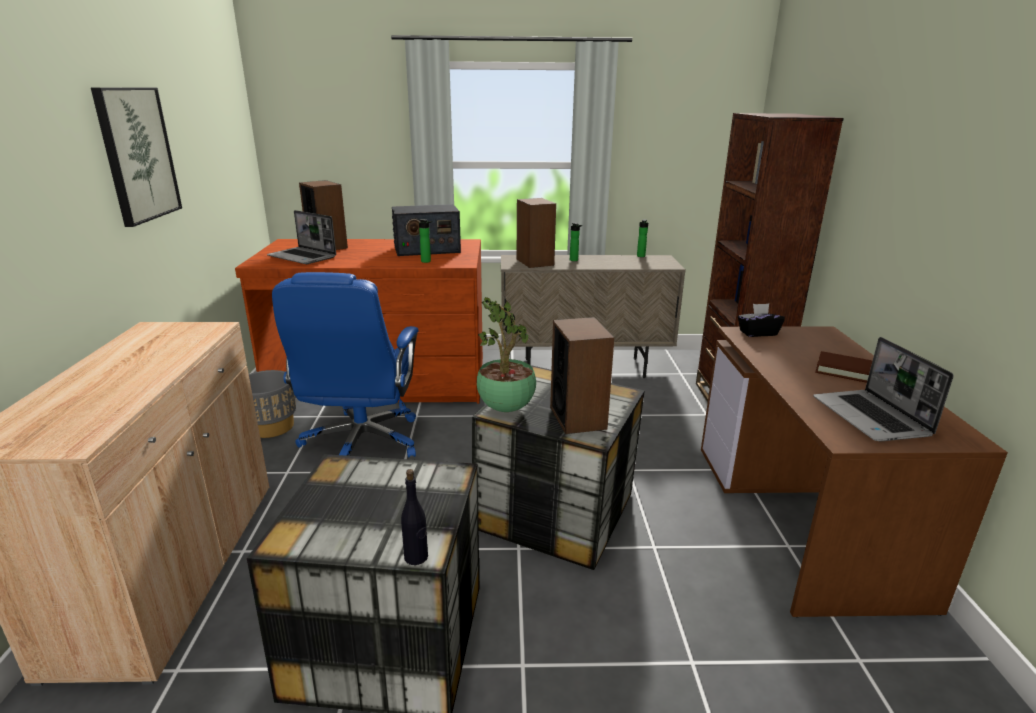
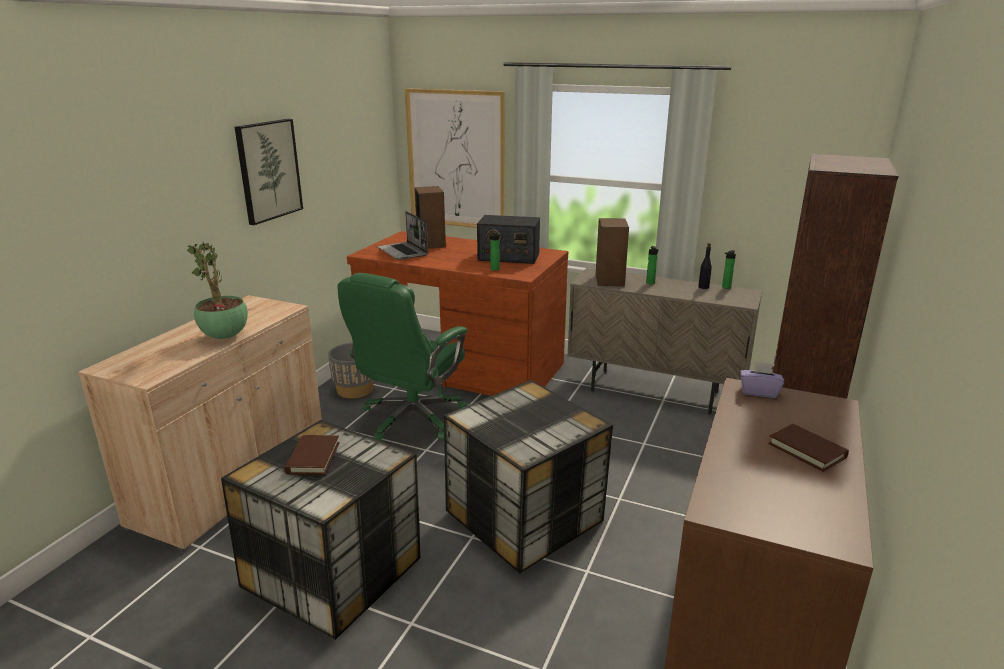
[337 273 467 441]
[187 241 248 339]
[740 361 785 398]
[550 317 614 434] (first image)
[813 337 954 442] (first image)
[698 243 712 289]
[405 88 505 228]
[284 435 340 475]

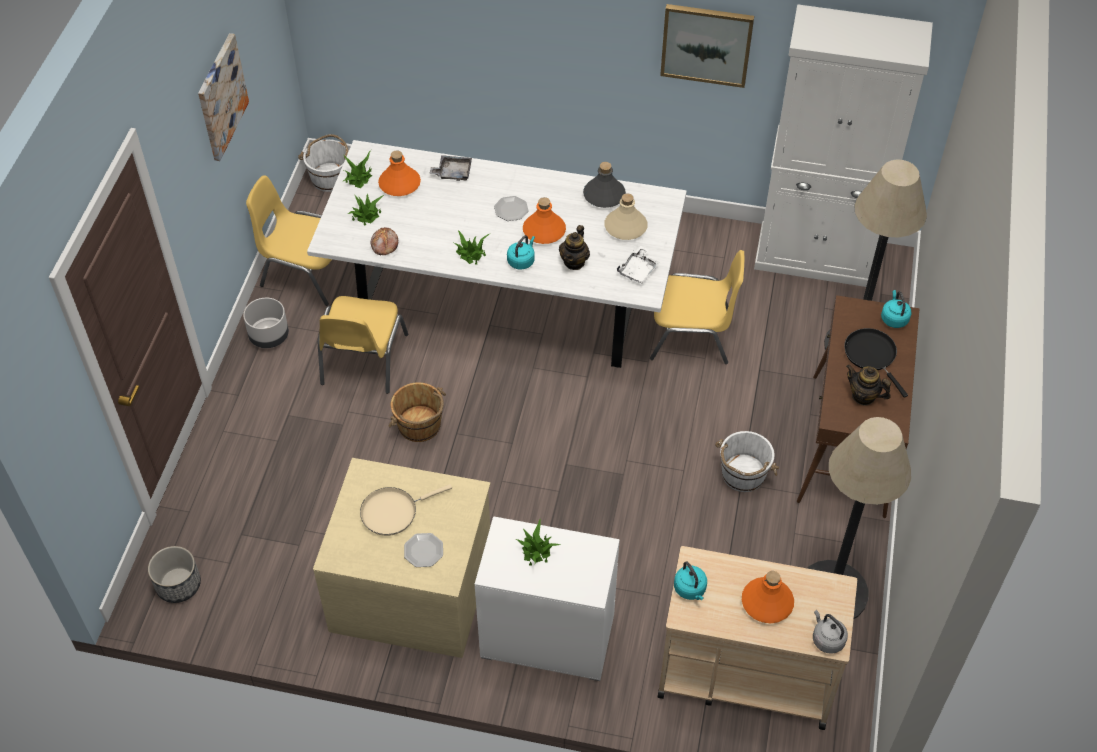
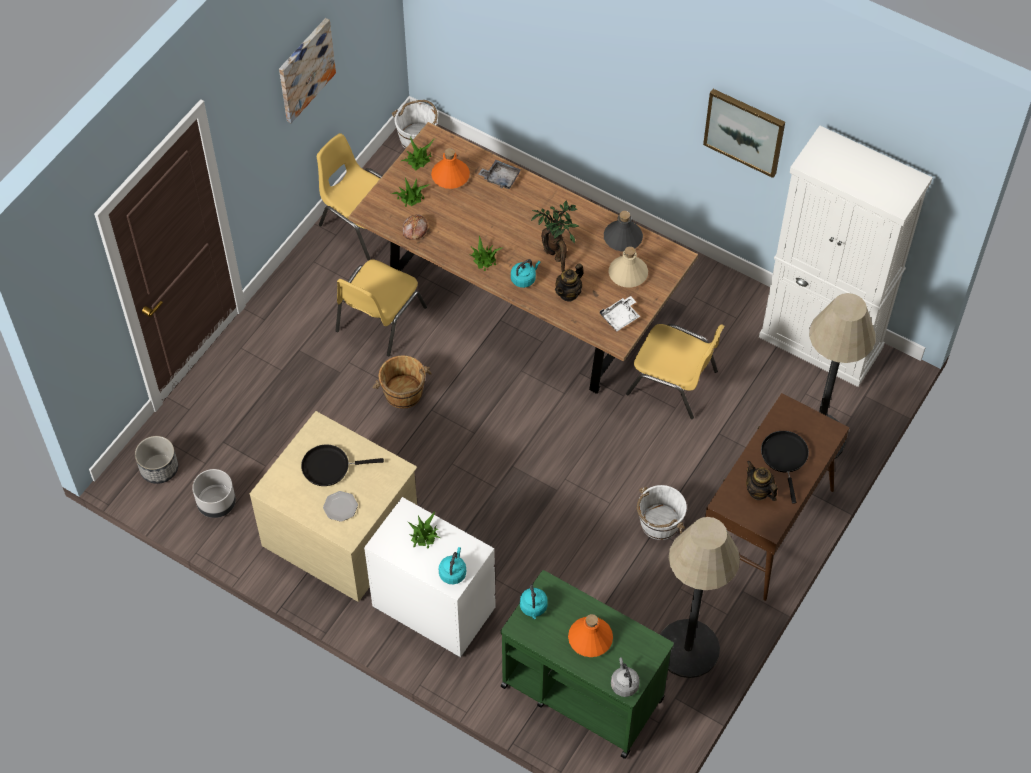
[349 122 698 394]
[494 196 528 221] (first image)
[531 201 578 272]
[439 547 466 584]
[192 469 236 518]
[301 444 384 486]
[501 570 674 759]

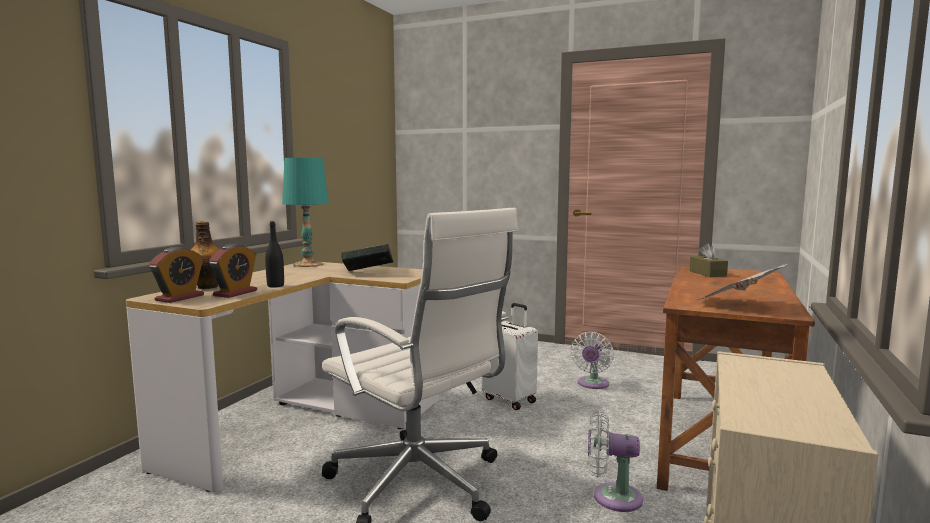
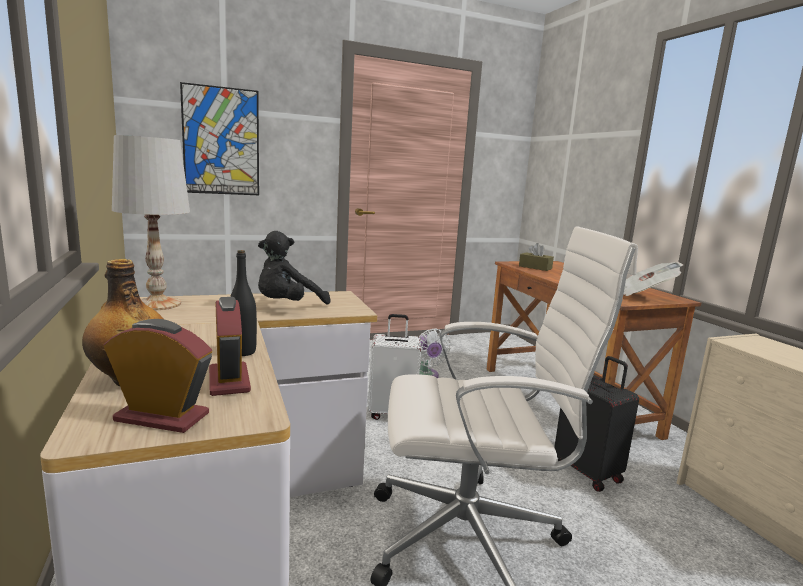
[112 135 190 310]
[258 231 330 305]
[104 319 212 433]
[554 356 639 492]
[180 82 259 195]

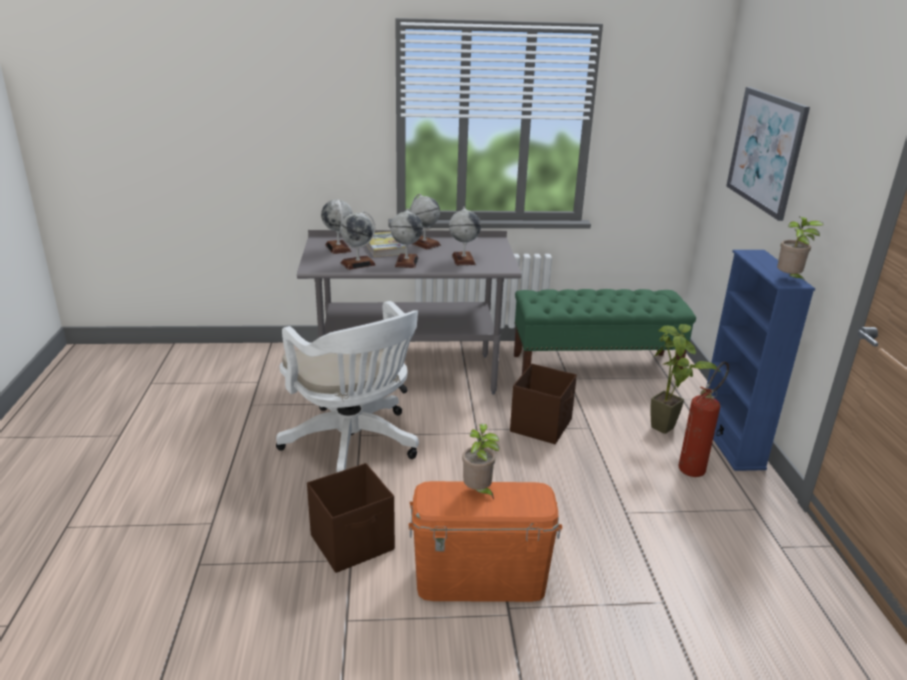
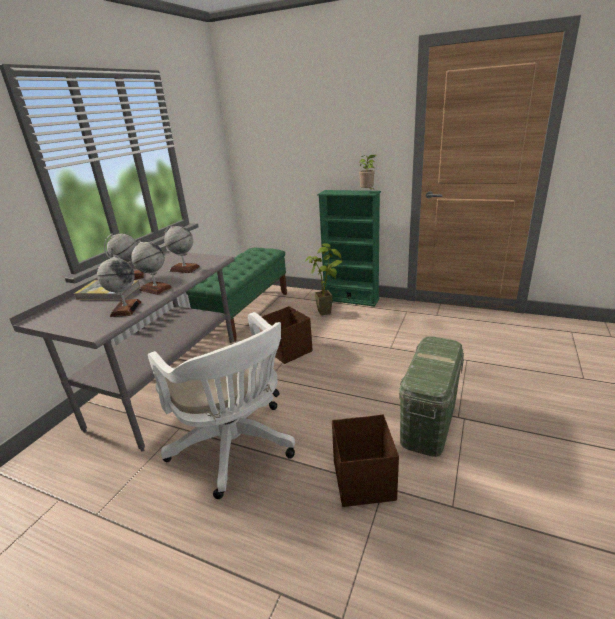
[726 87 810 221] (first image)
[321 199 353 254] (first image)
[317 190 381 307]
[148 312 295 499]
[679 362 729 477] (first image)
[462 424 499 500] (first image)
[399 336 464 457]

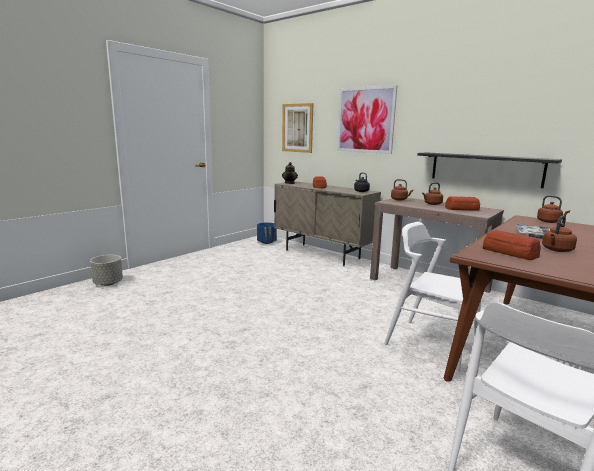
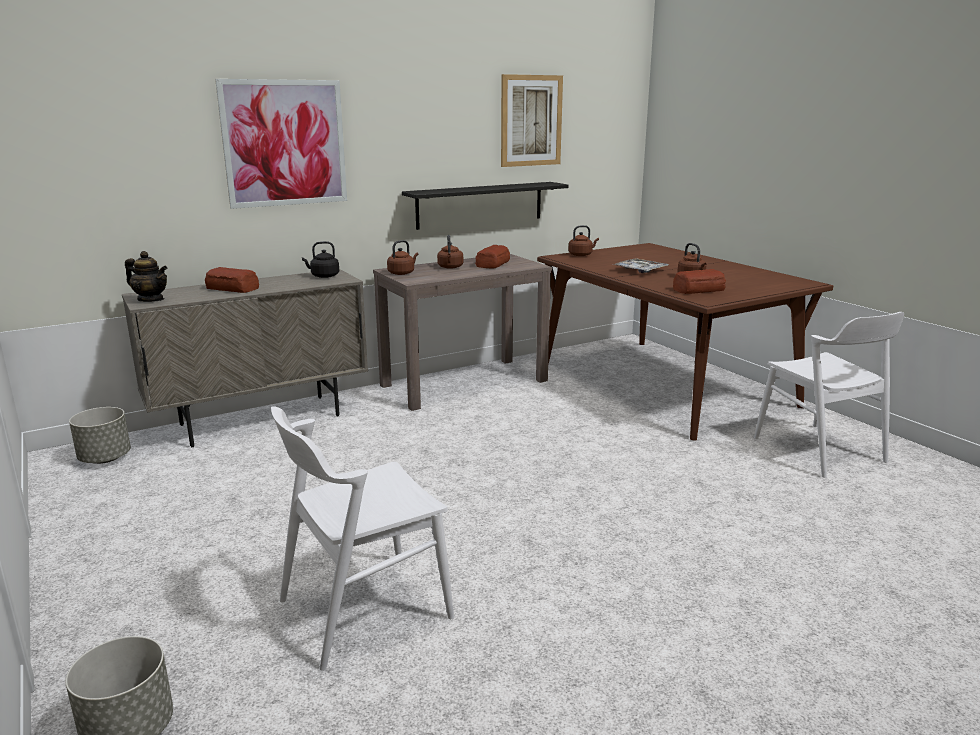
[501 74 563 167]
[271 406 454 671]
[69 407 131 464]

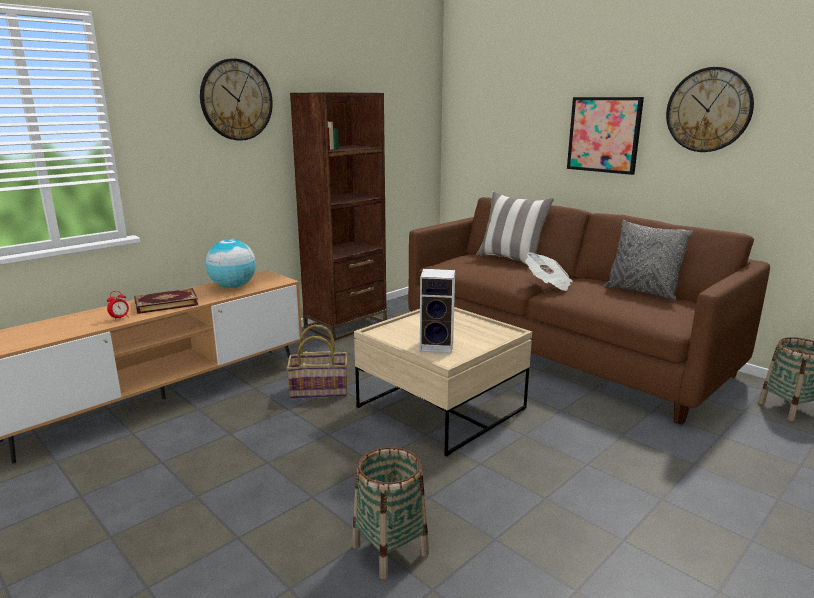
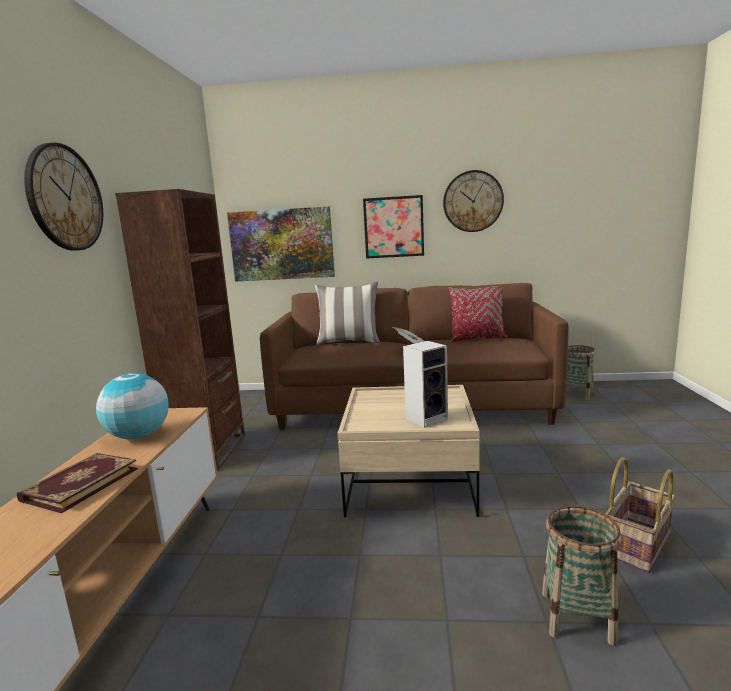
[448 285 507 342]
[107 291 129 321] (first image)
[605 457 676 573]
[227 206 335 282]

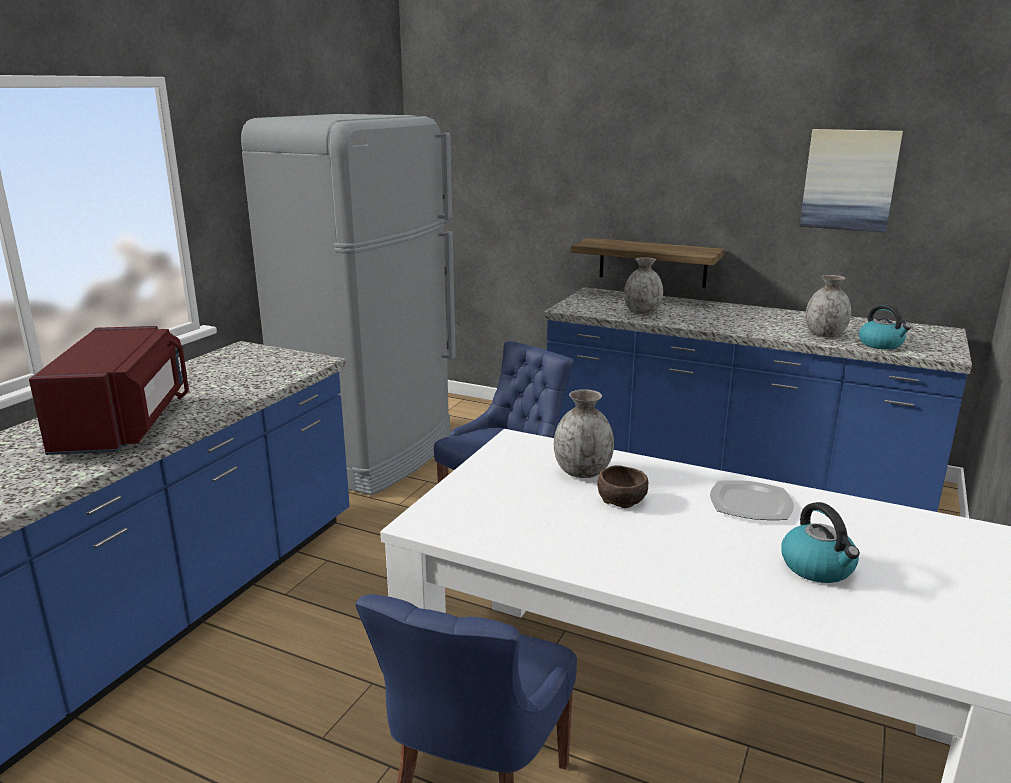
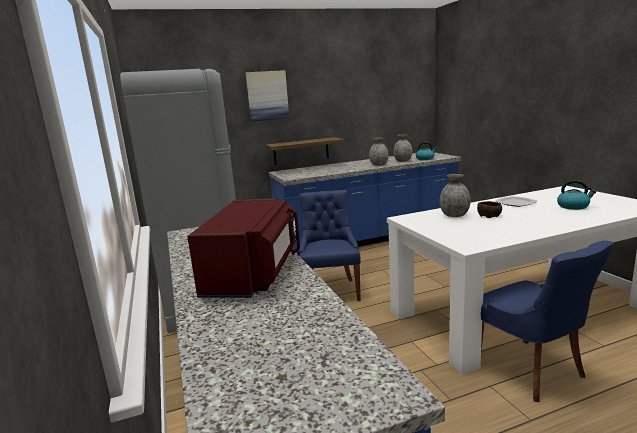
[245 70 289 121]
[369 138 389 166]
[187 198 300 298]

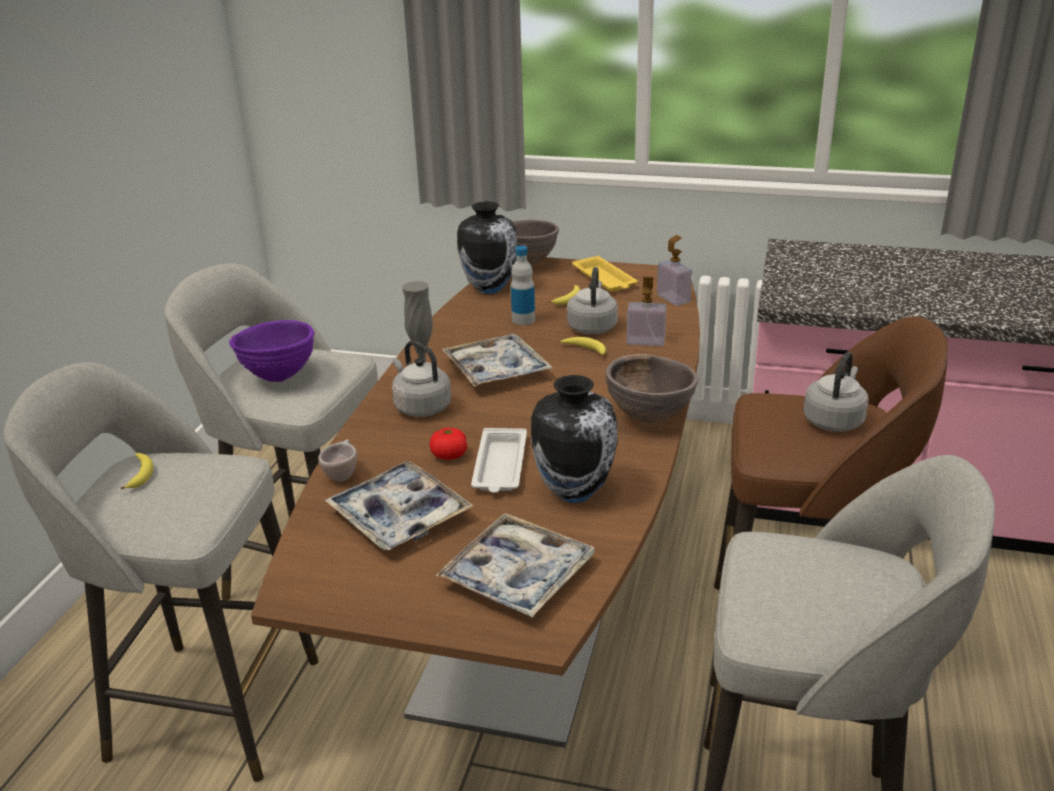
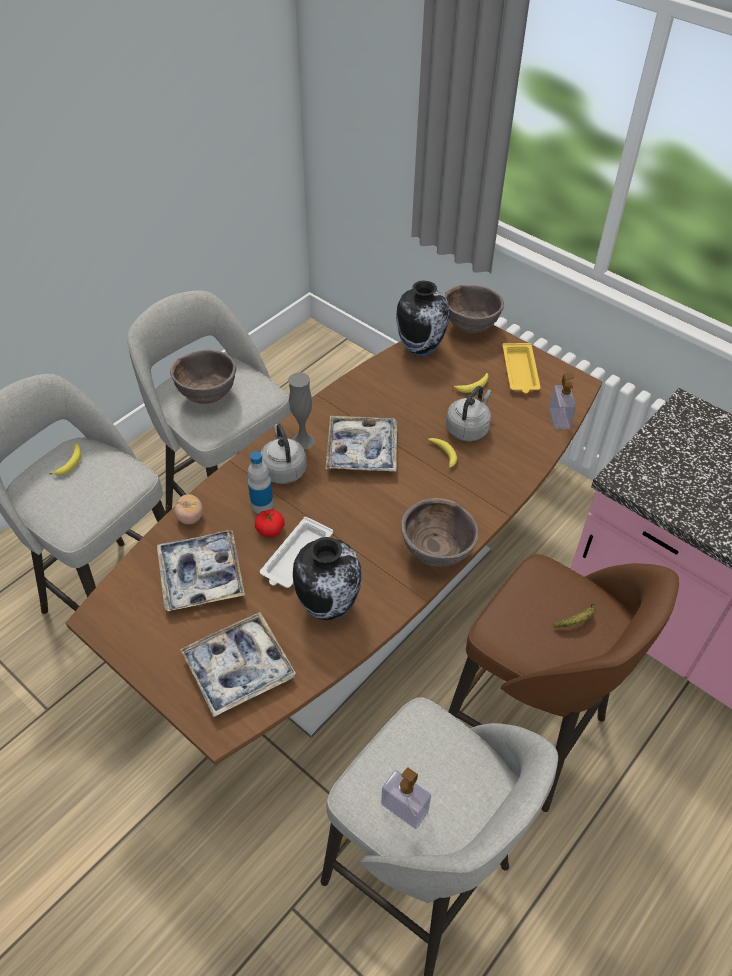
[248 451 274 514]
[381 767 431 829]
[170 350 236 404]
[553 603 595 628]
[174 494 203 525]

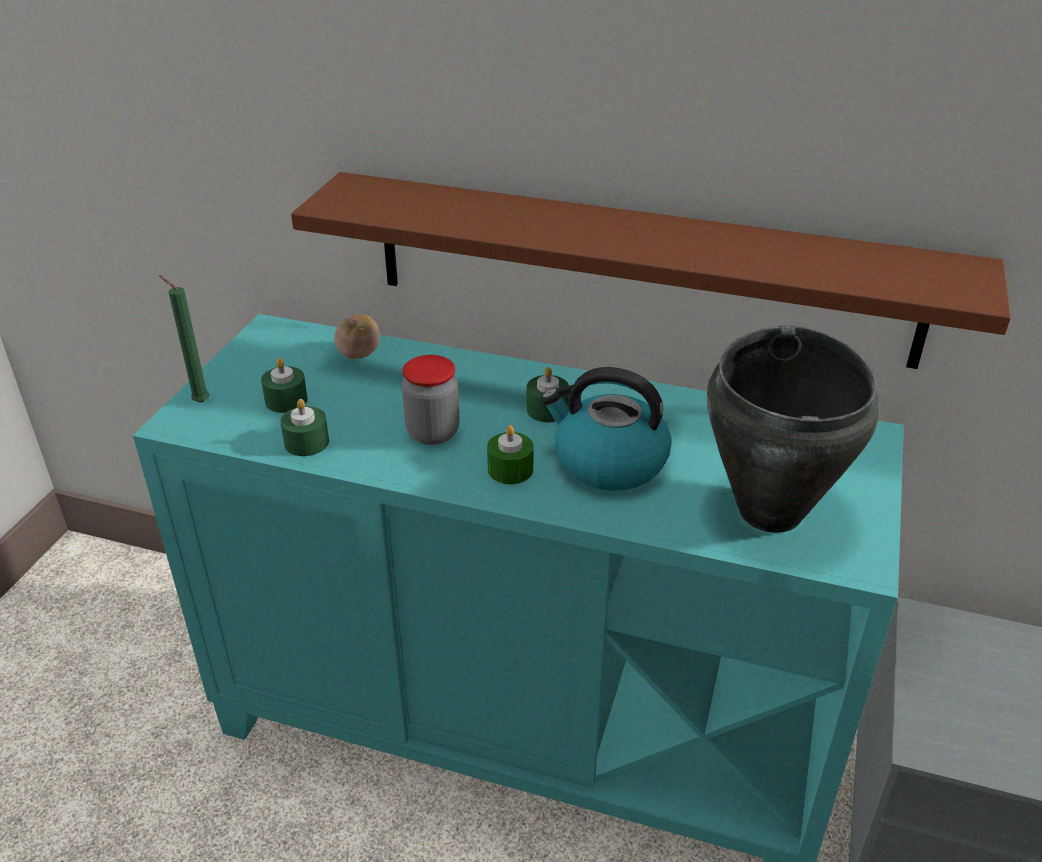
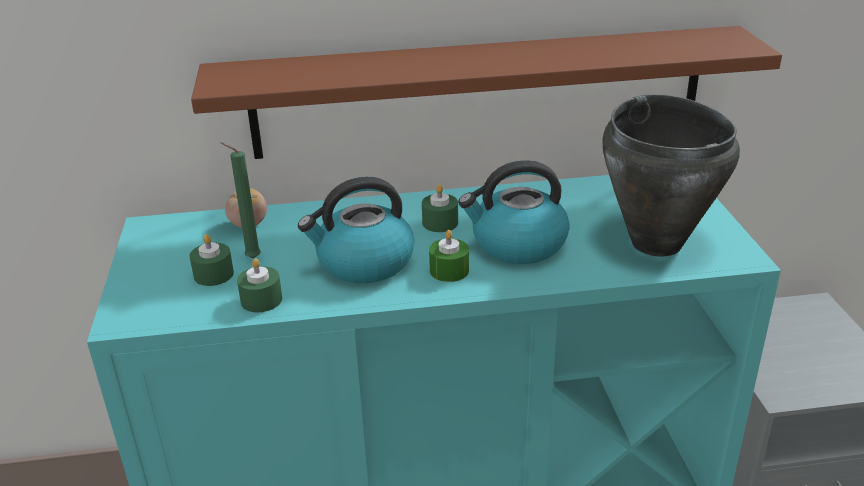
[221 142 261 258]
[298 177 414 283]

